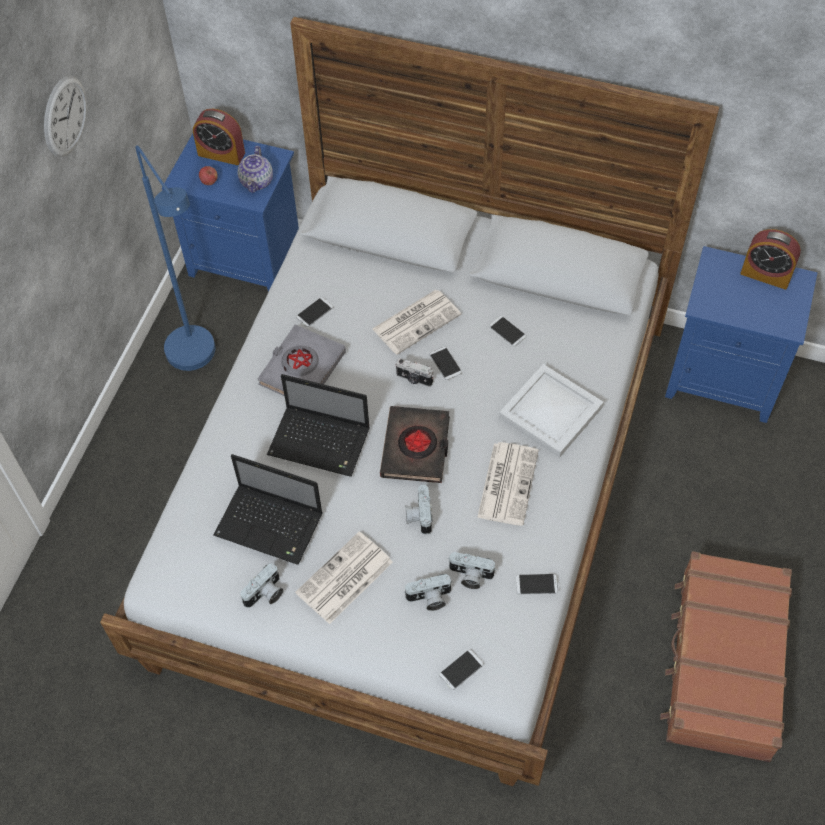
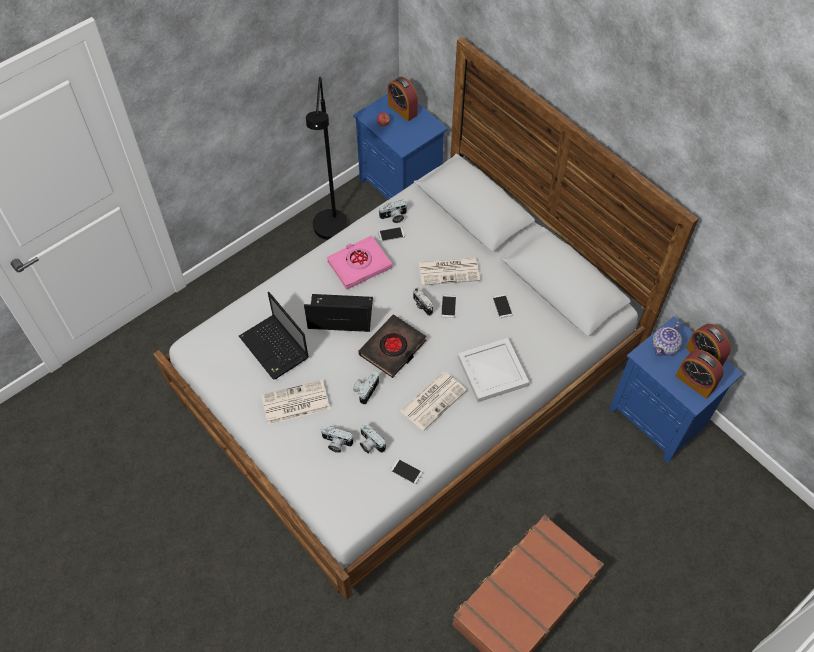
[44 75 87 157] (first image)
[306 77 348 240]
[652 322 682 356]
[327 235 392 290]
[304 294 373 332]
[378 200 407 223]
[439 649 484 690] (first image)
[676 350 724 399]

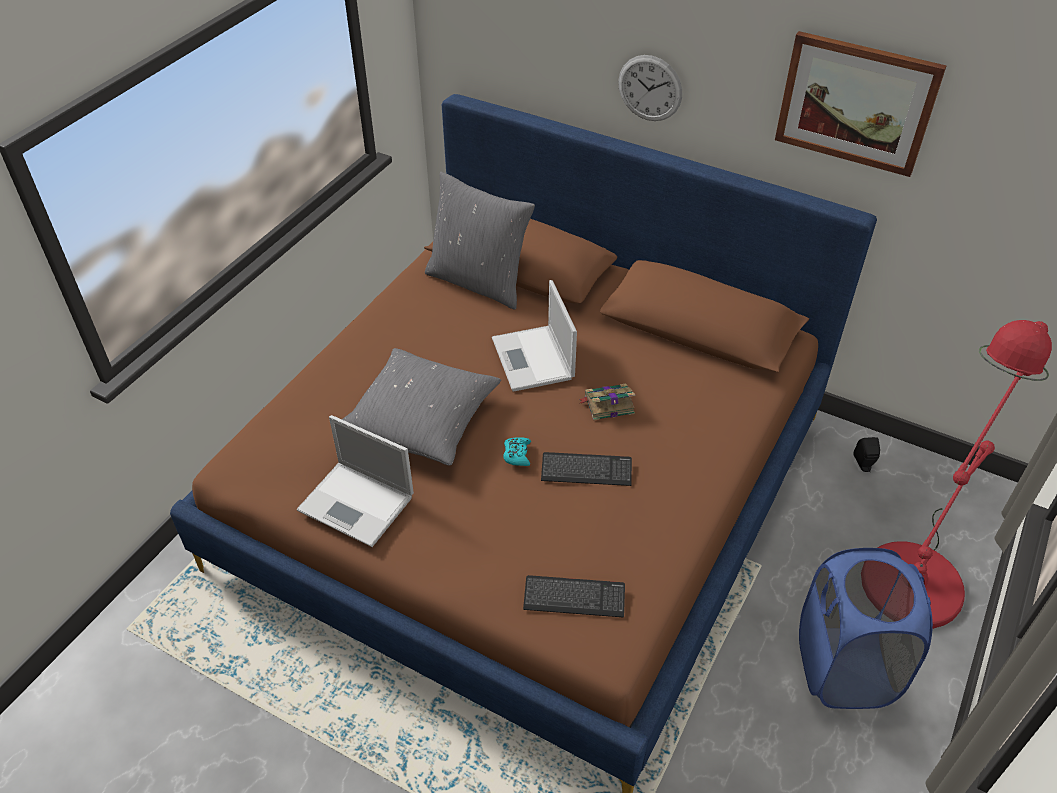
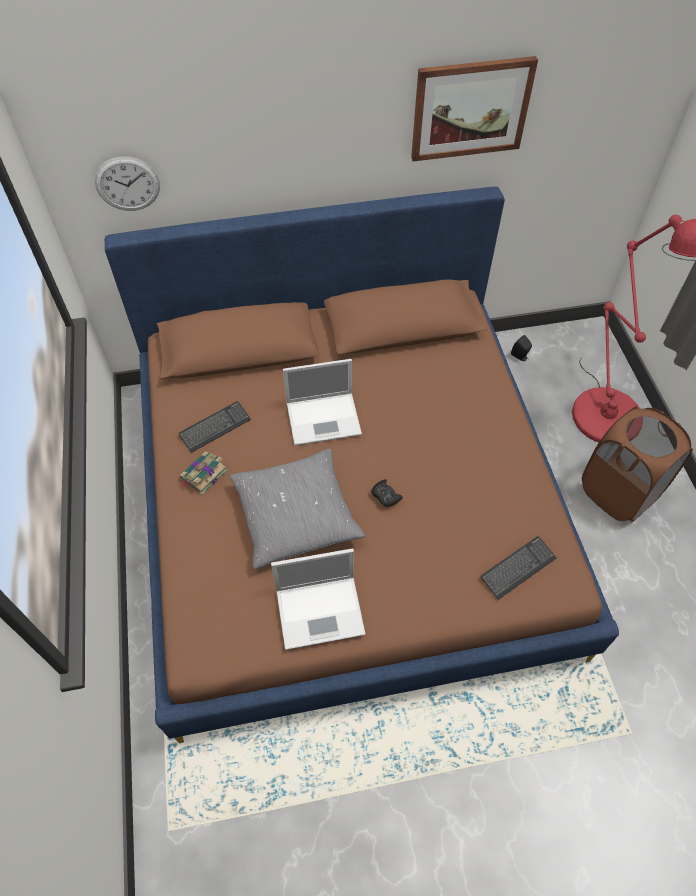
[95 157 160 211]
[425 172 535 310] (first image)
[283 359 362 446]
[179 451 228 495]
[371 479 403 507]
[178 401 251 453]
[582 406 693 522]

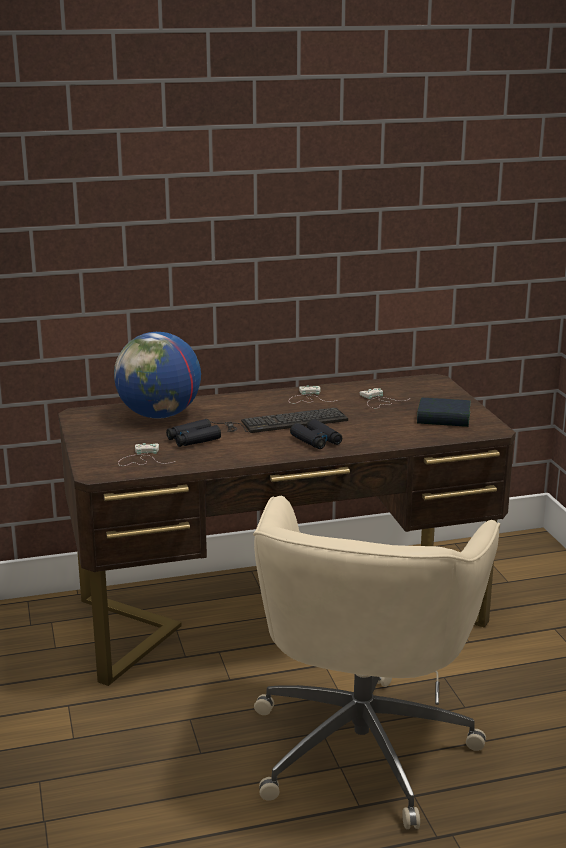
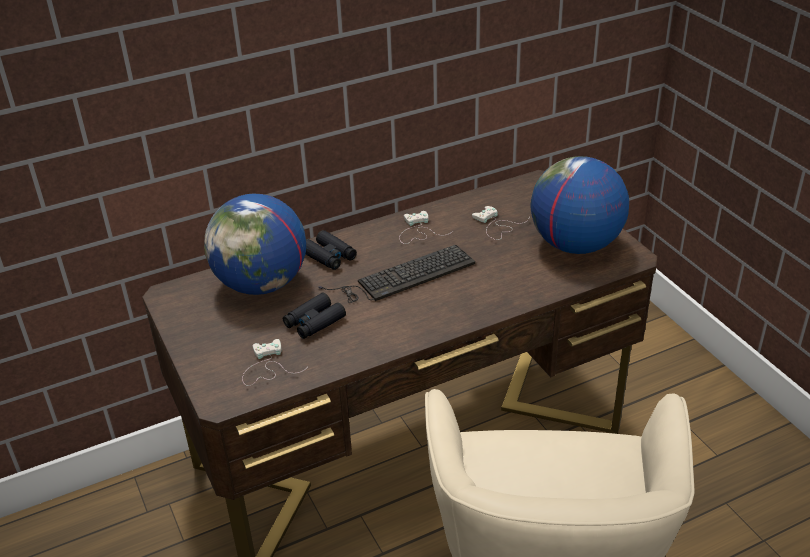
[531 156 629 254]
[306 230 357 270]

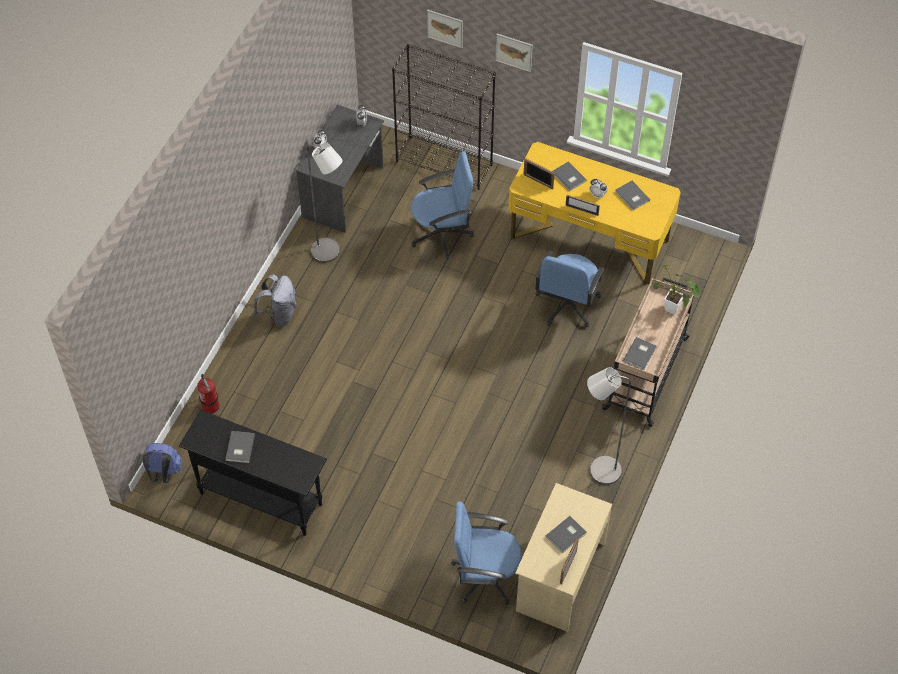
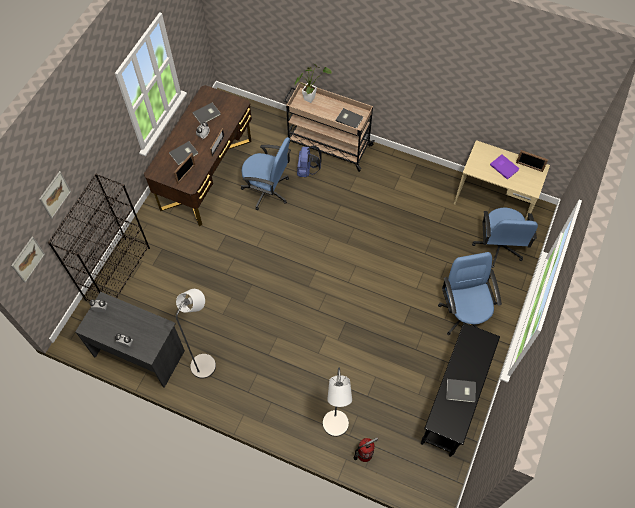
[11 236 45 283]
[144 85 252 226]
[438 252 502 335]
[254 274 297 327] (first image)
[323 368 352 437]
[297 145 322 177]
[490 155 520 180]

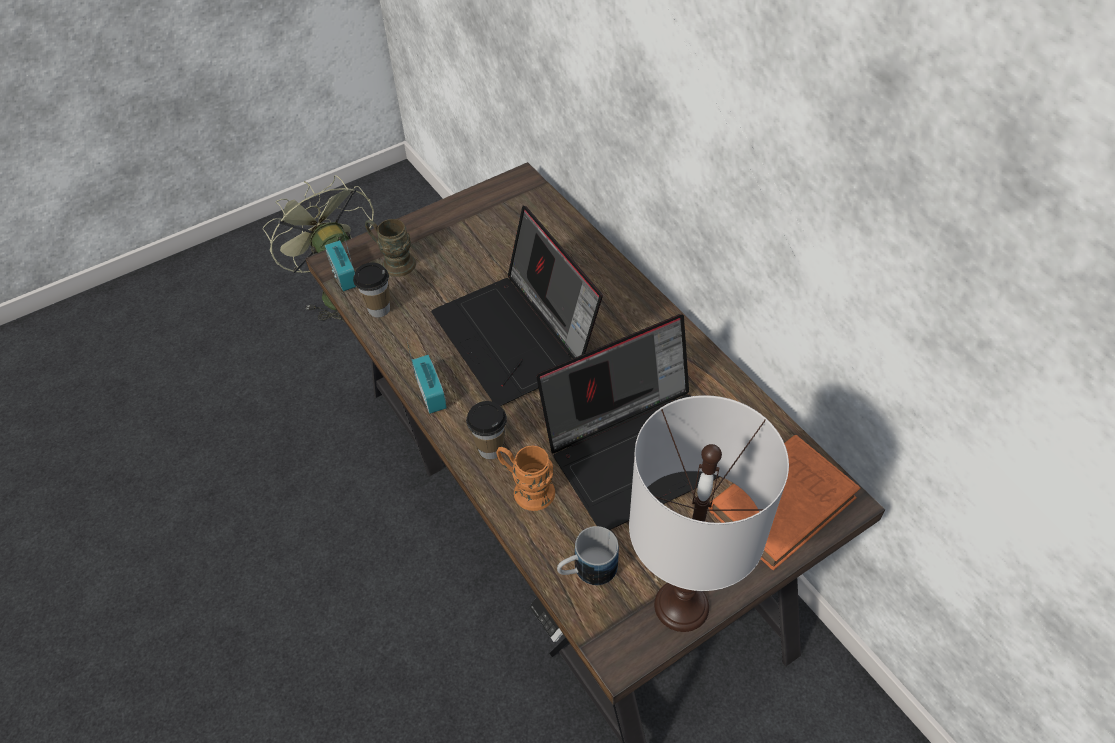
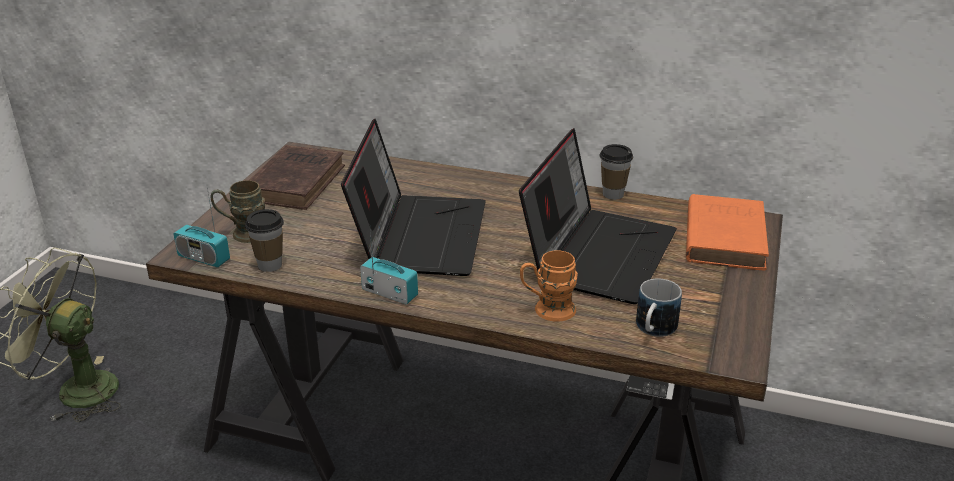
[341 119 486 276]
[629 395 789 632] (first image)
[600 144 633 200]
[250 145 345 210]

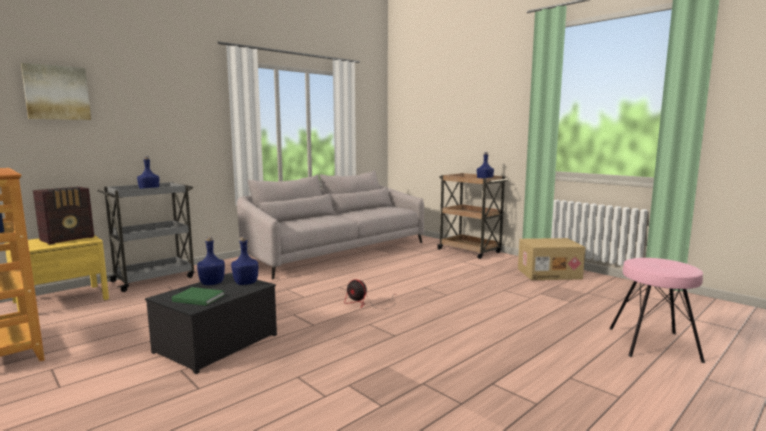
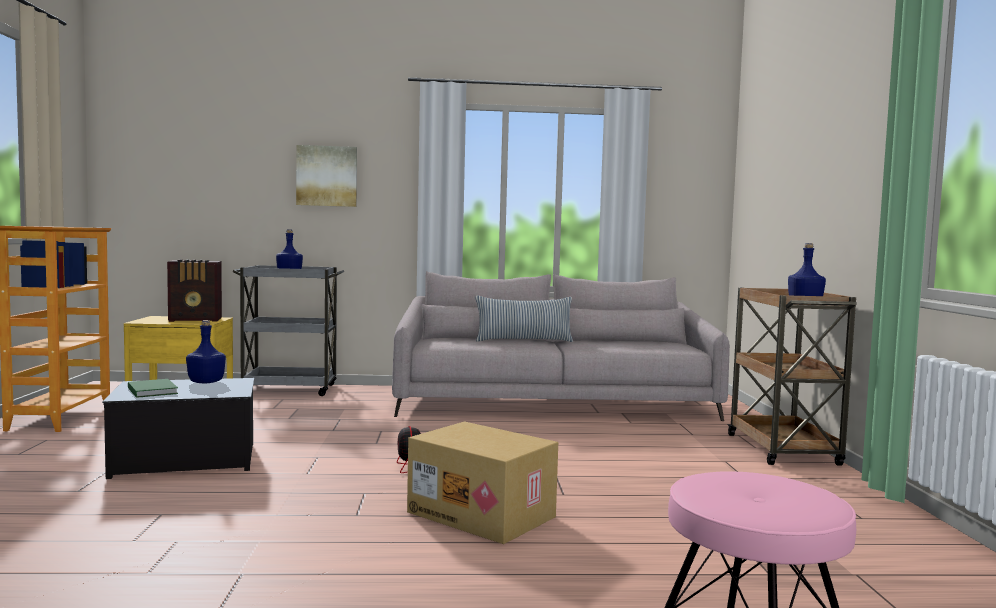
[296 145 357 207]
[231 237 258 285] (first image)
[407 421 558 544]
[476 296 573 342]

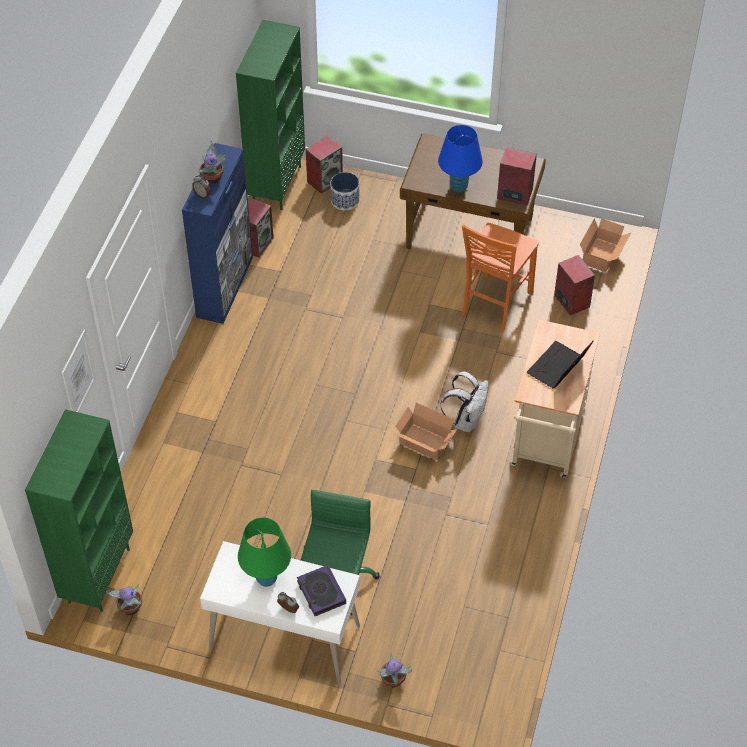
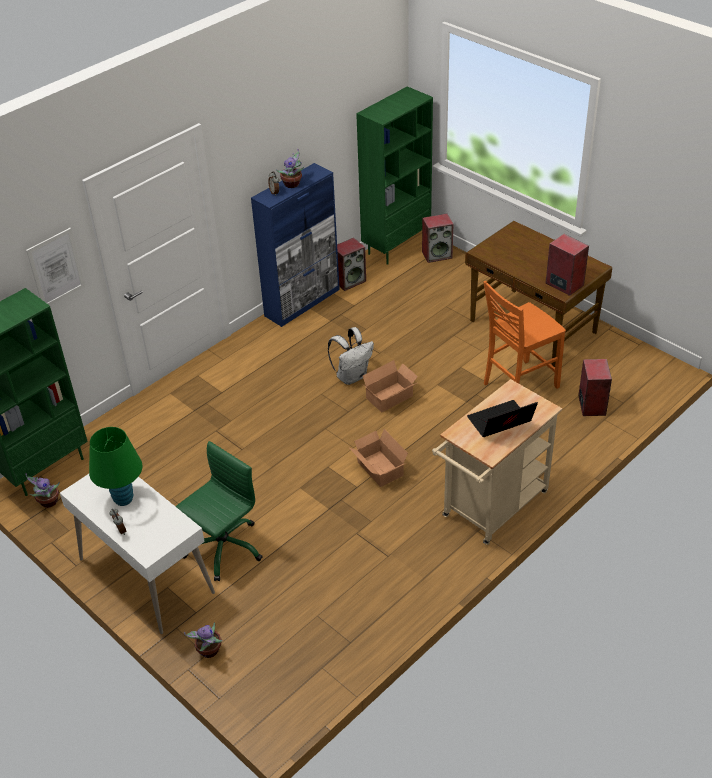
[438 125 483 193] (first image)
[330 172 359 210] (first image)
[363 360 418 412]
[328 327 374 385]
[297 565 346 616] (first image)

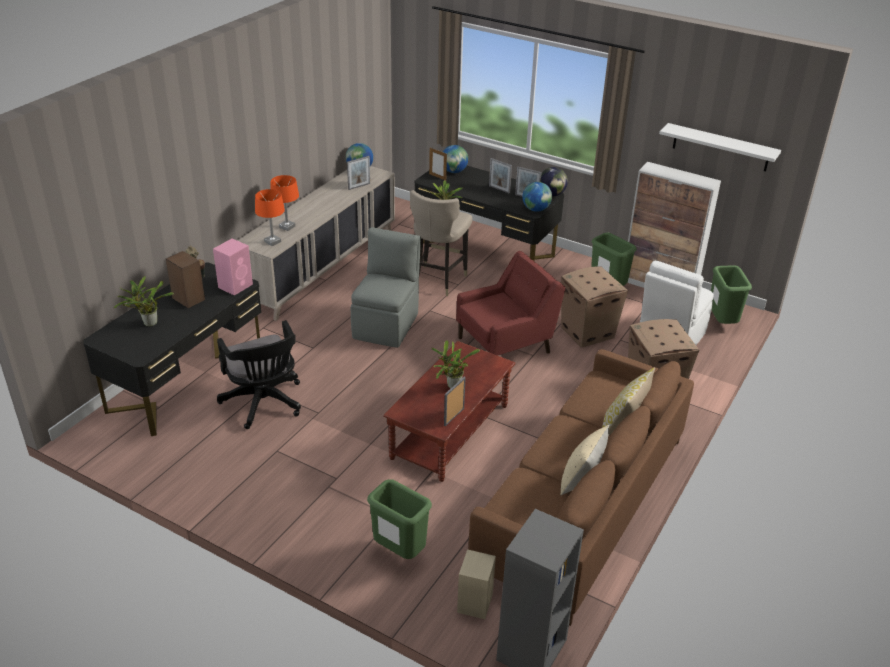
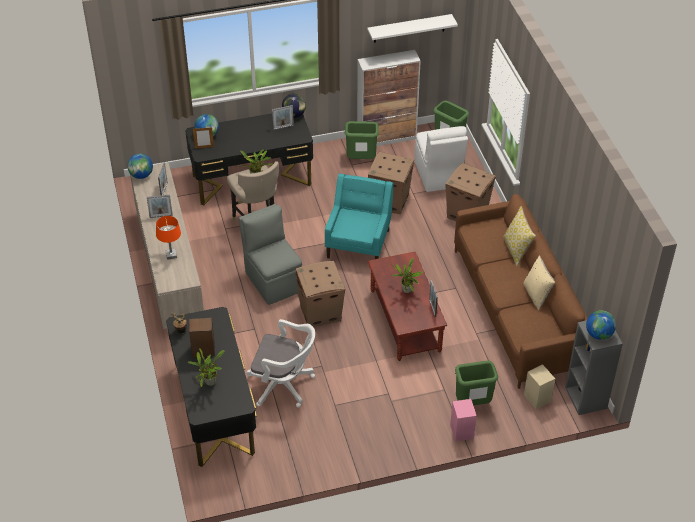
[147 195 173 218]
[586 310 616 340]
[255 189 285 246] (first image)
[450 399 476 442]
[325 173 394 259]
[246 319 315 408]
[295 261 345 327]

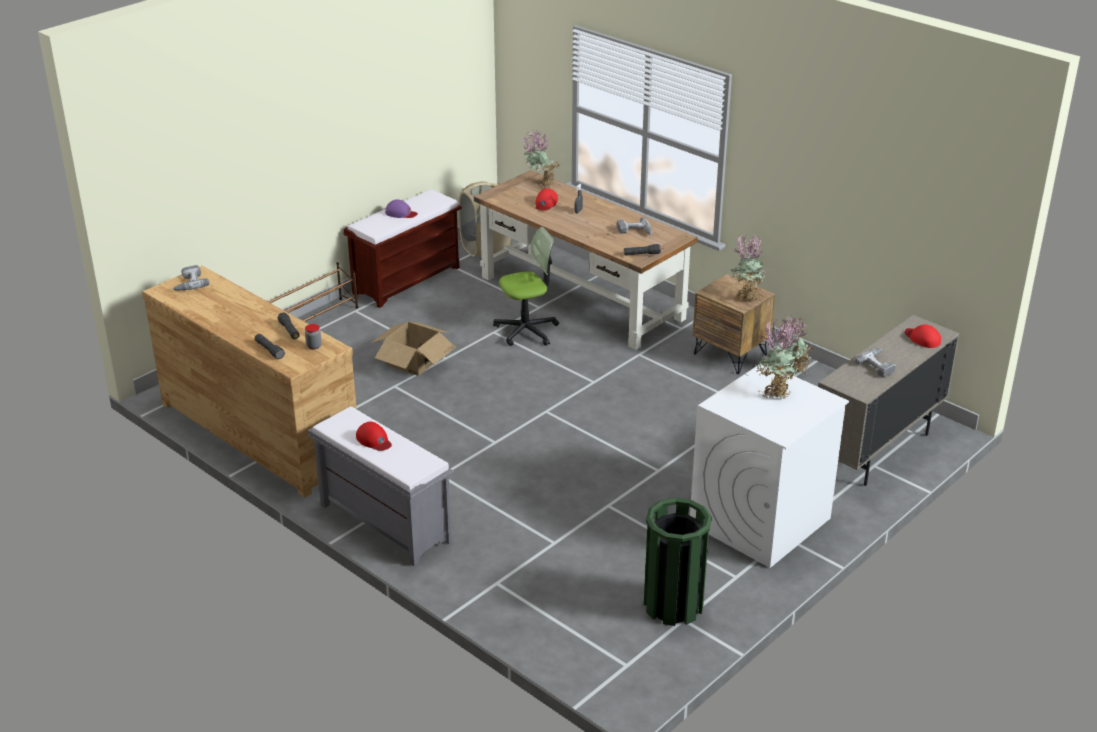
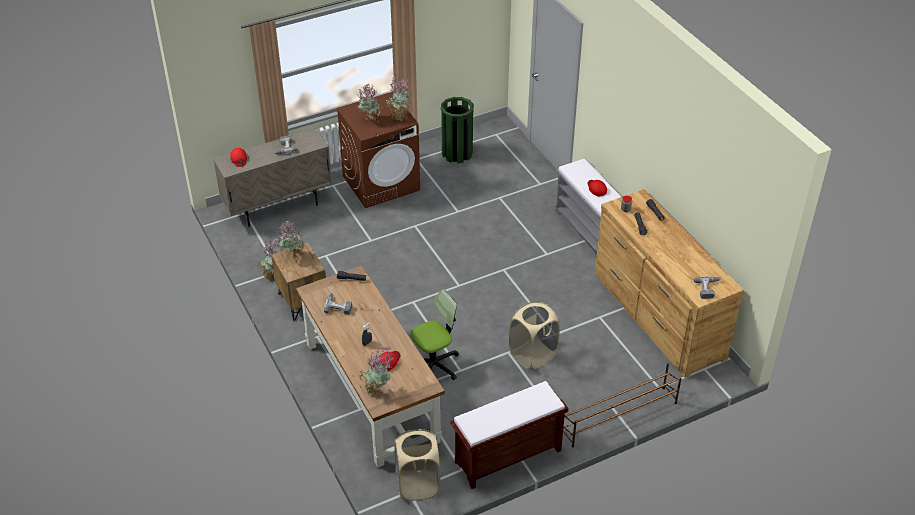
[385 200 418 218] (first image)
[411 289 459 380]
[509 302 560 369]
[337 92 420 208]
[386 75 412 122]

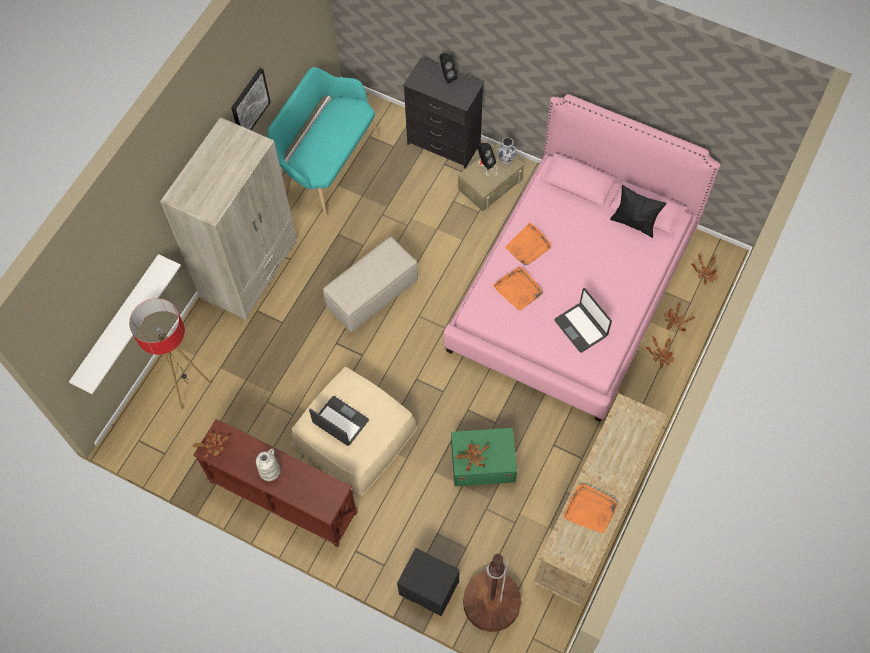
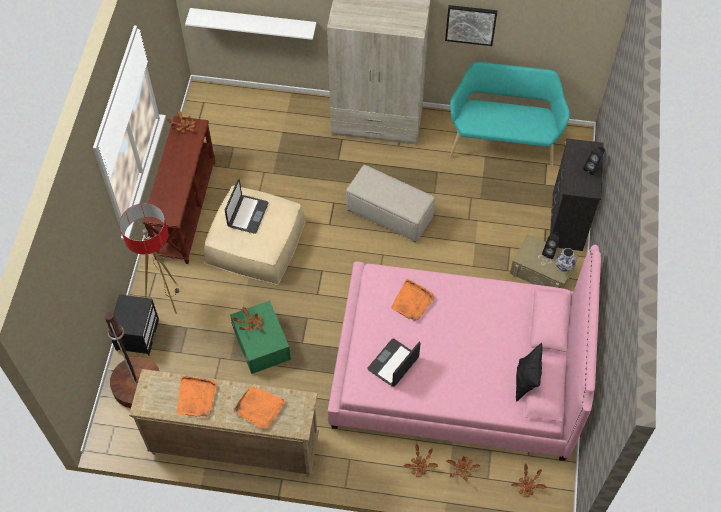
[234 386 286 429]
[119 203 180 314]
[256 448 280 481] (first image)

